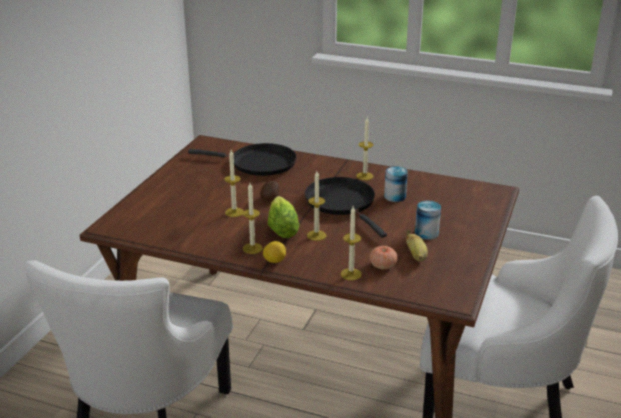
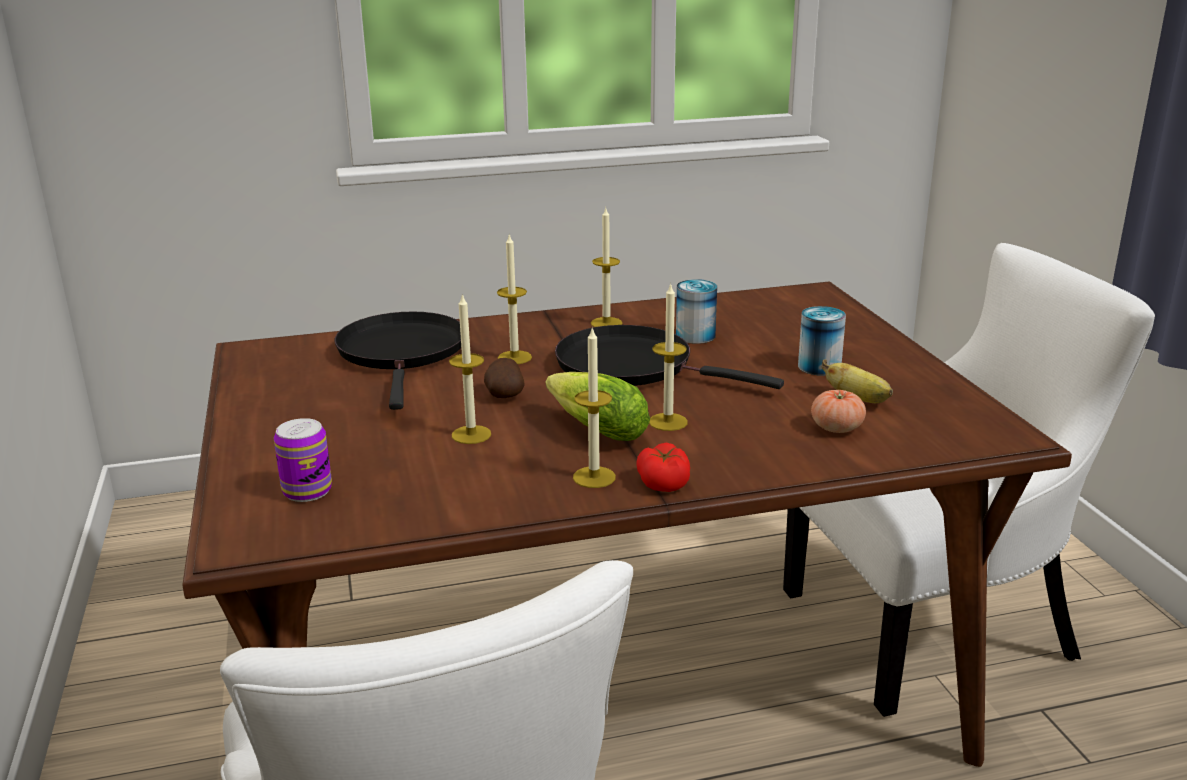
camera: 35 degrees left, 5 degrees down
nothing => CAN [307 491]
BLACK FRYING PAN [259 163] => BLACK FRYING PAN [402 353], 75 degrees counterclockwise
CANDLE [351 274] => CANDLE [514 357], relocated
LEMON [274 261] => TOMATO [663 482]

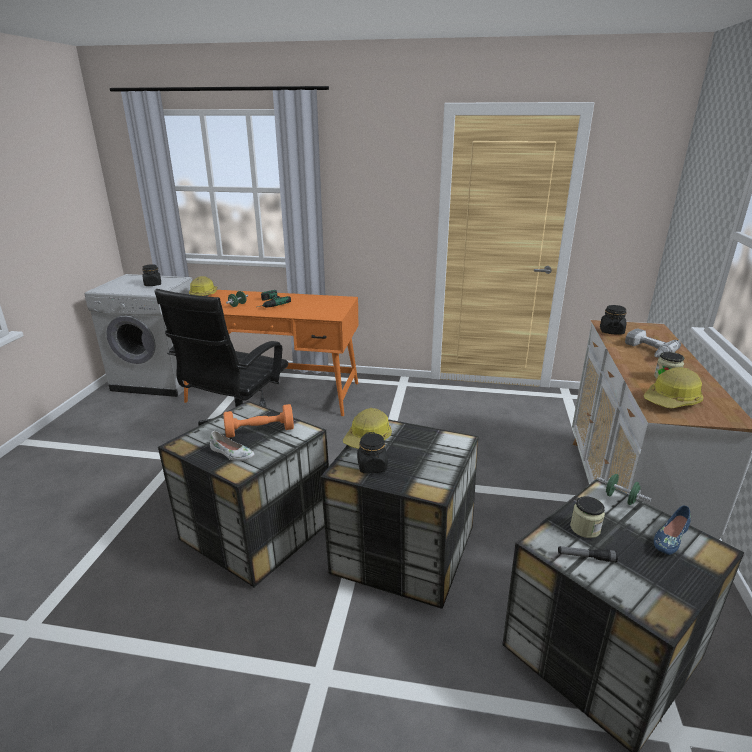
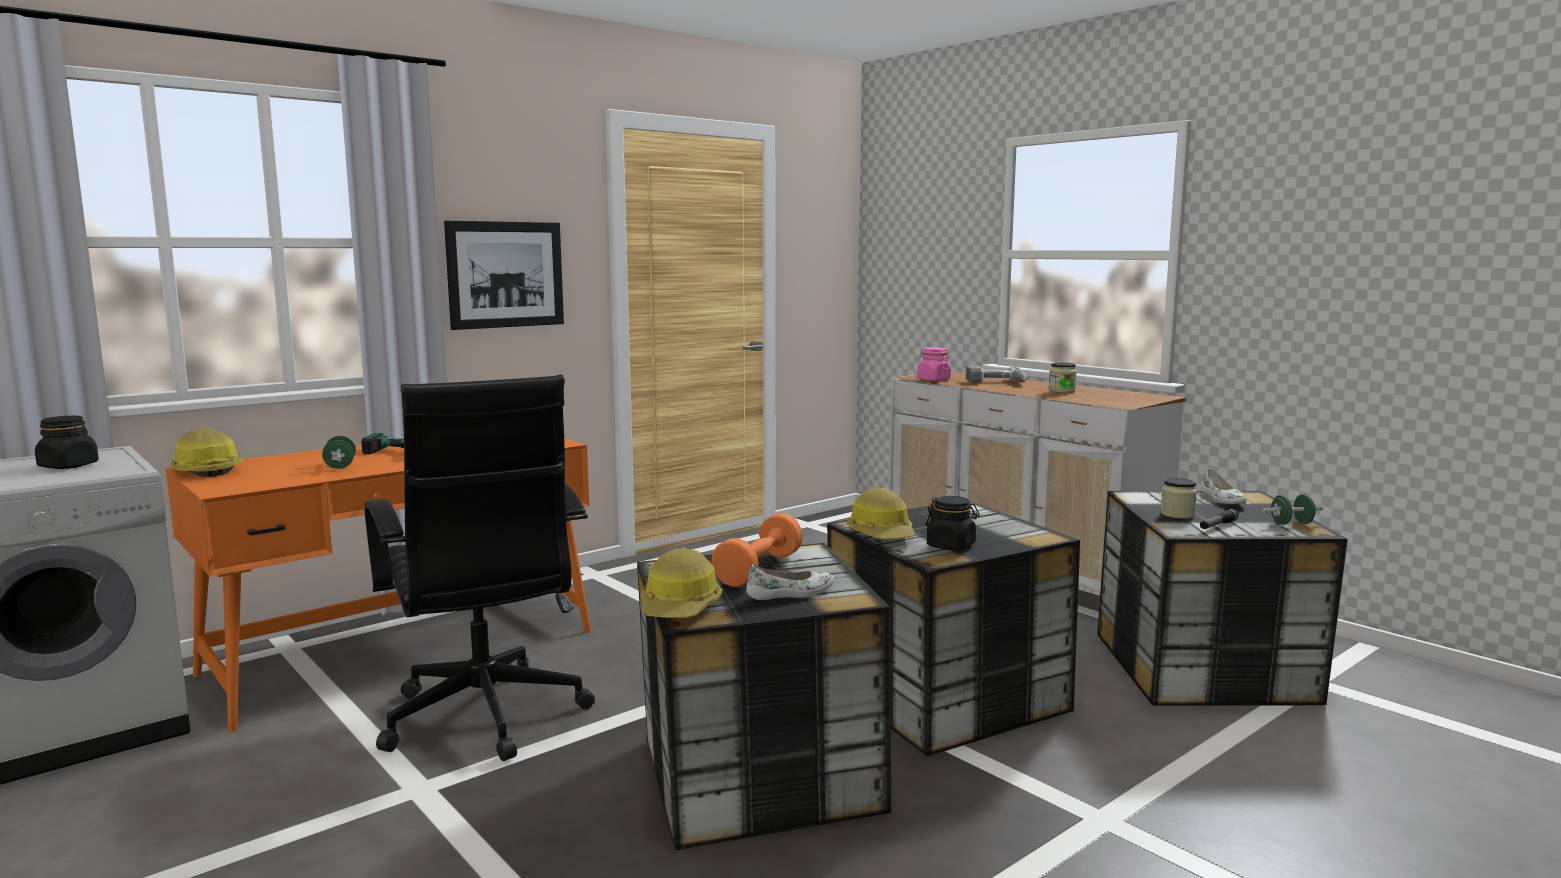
camera: 50 degrees left, 15 degrees down
nothing => PICTURE [505 274]
HARD HAT [671 401] => HARD HAT [680 608], relocated
BLACK JAR [611 331] => PINK JAR [933 380]
BLUE SHOE [670 537] => WHITE SHOE [1221 499]
GREEN DUMBBELL [620 498] => GREEN DUMBBELL [1291 523], relocated

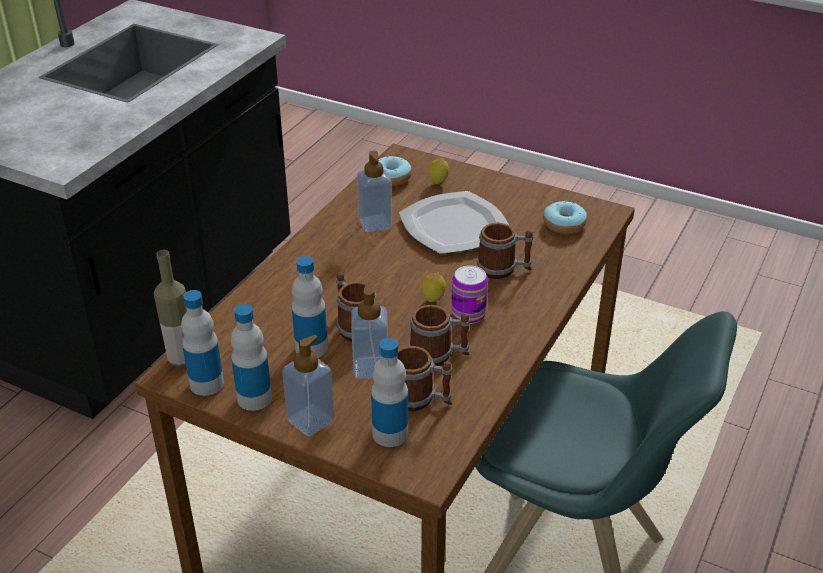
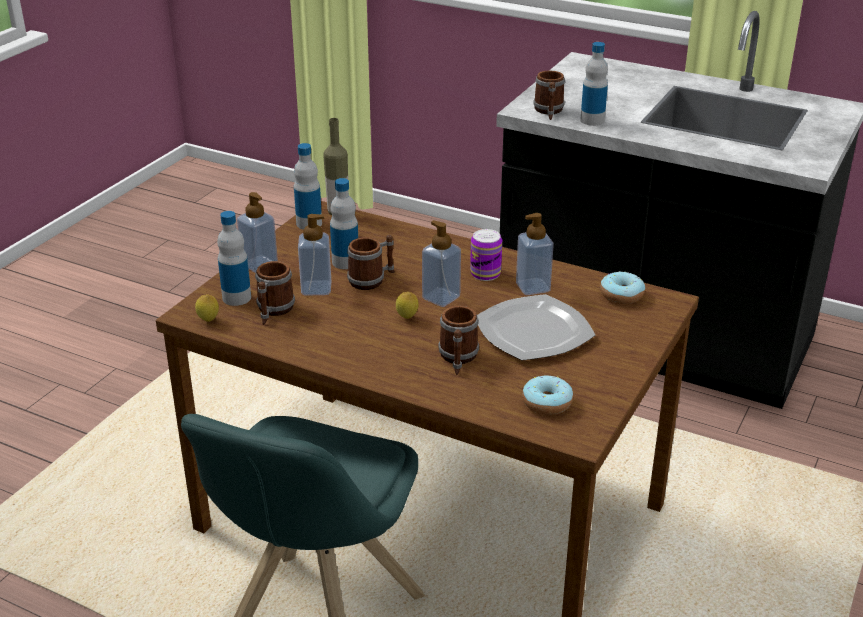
camera: 90 degrees right, 5 degrees down
LEMON [438 183] => LEMON [208 321], relocated
nothing => SOAP DISPENSER [441 298]
CAN [468 314] => CAN [485 274], relocated
MUG [439 355] => MUG [549 111], relocated
BOTTLE [254 398] => BOTTLE [592 120], relocated

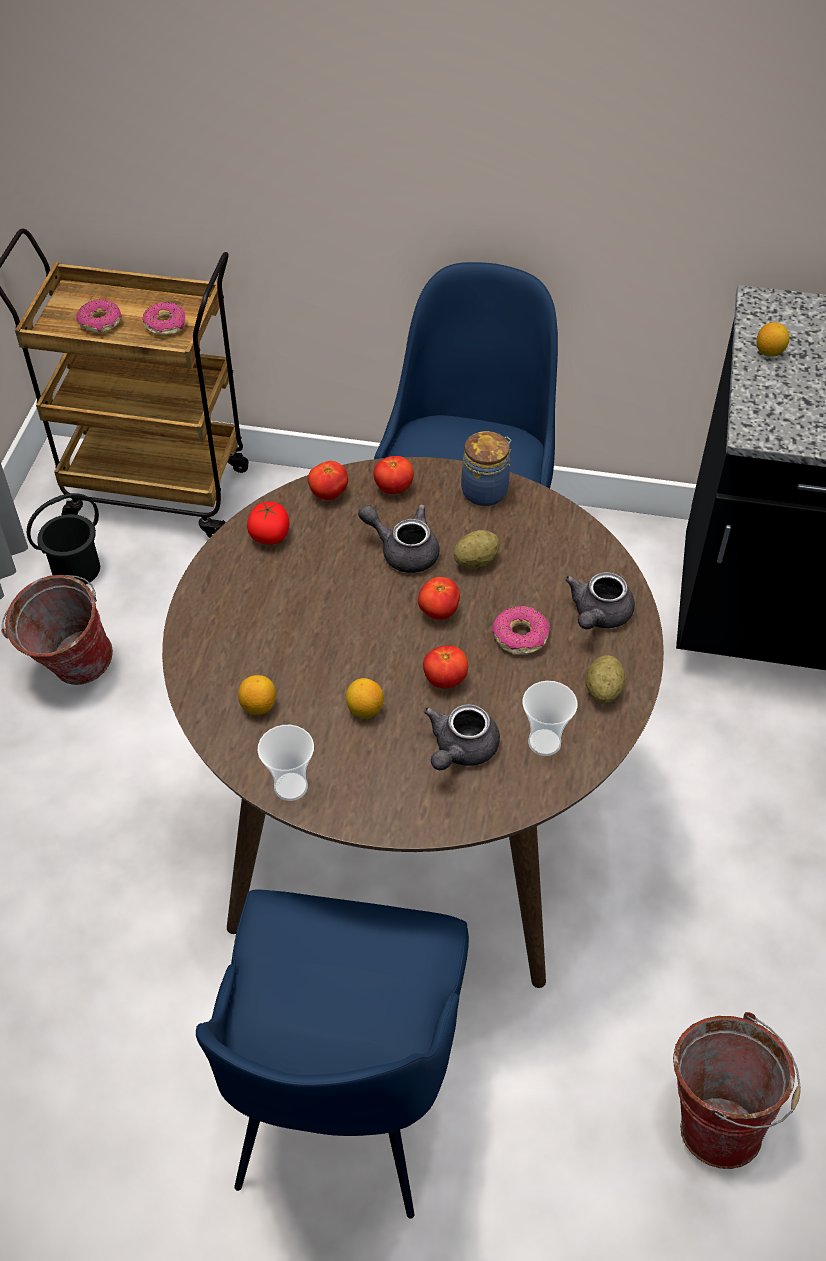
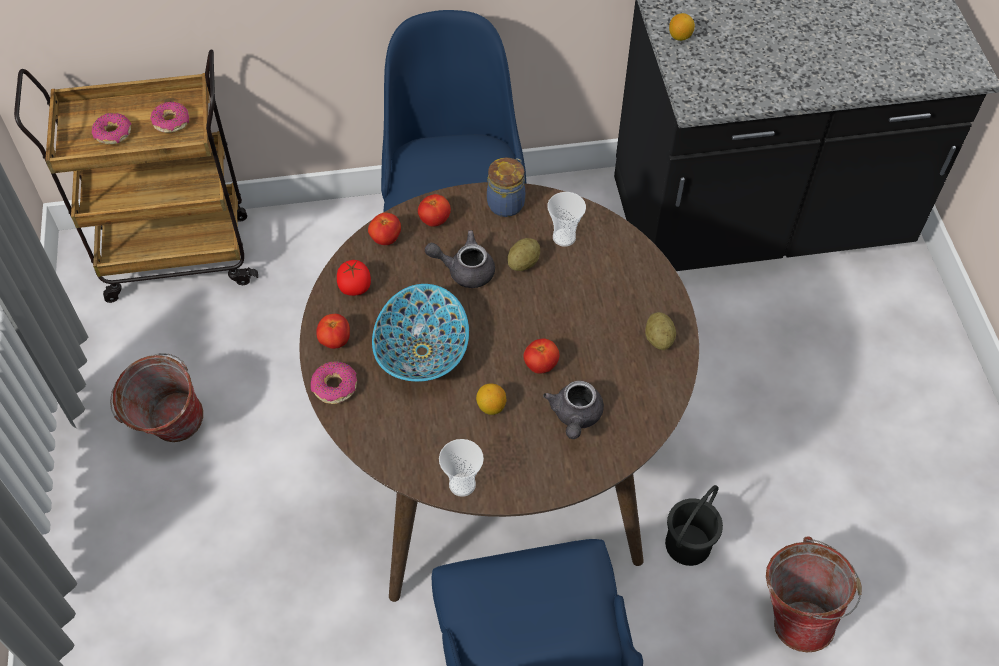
camera: 20 degrees left, 5 degrees up
DONUT [520 636] => DONUT [334 386], relocated
TOMATO [438 611] => TOMATO [335 340], relocated
nothing => BOWL [421 352]
CUP [544 742] => CUP [564 237], relocated
BLACK BUCKET [75 569] => BLACK BUCKET [687 544], relocated
LEMON [258 706] => nothing
GREY TEAPOT [598 615] => nothing

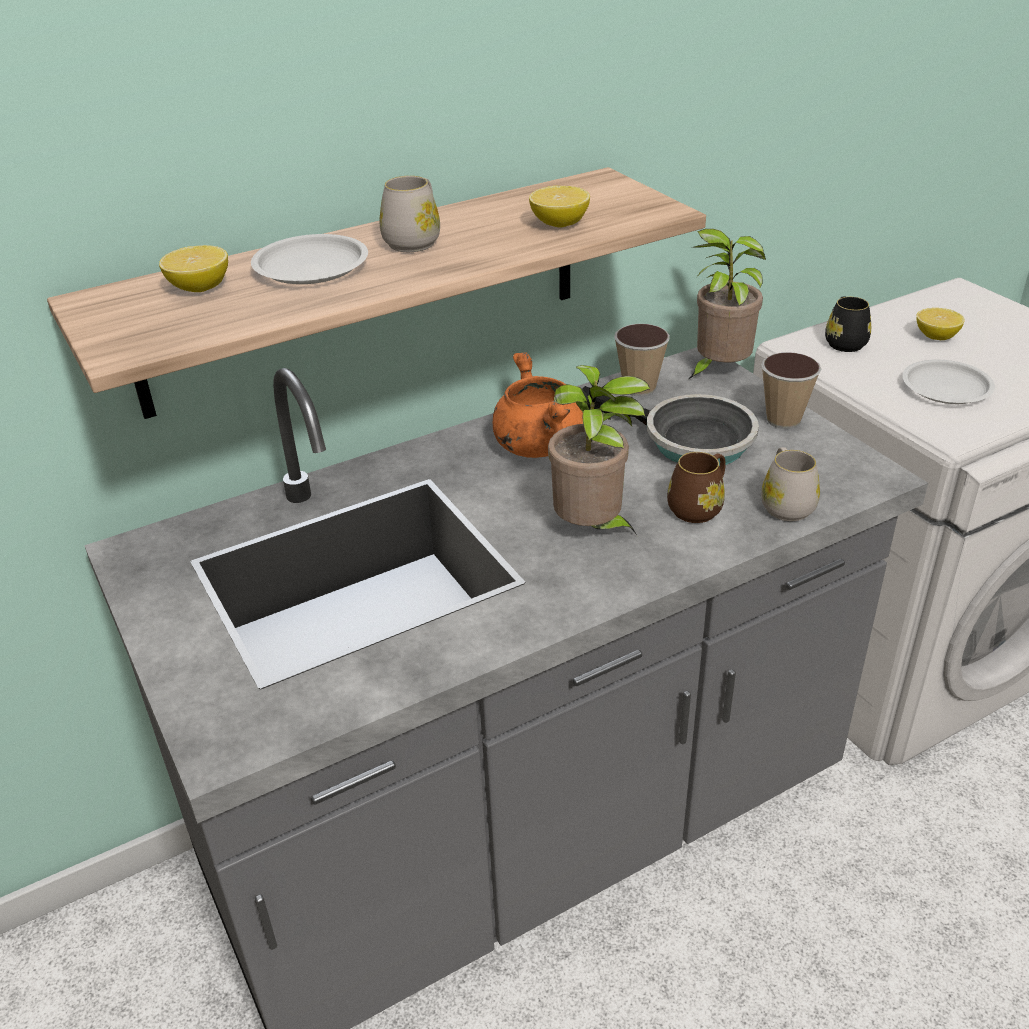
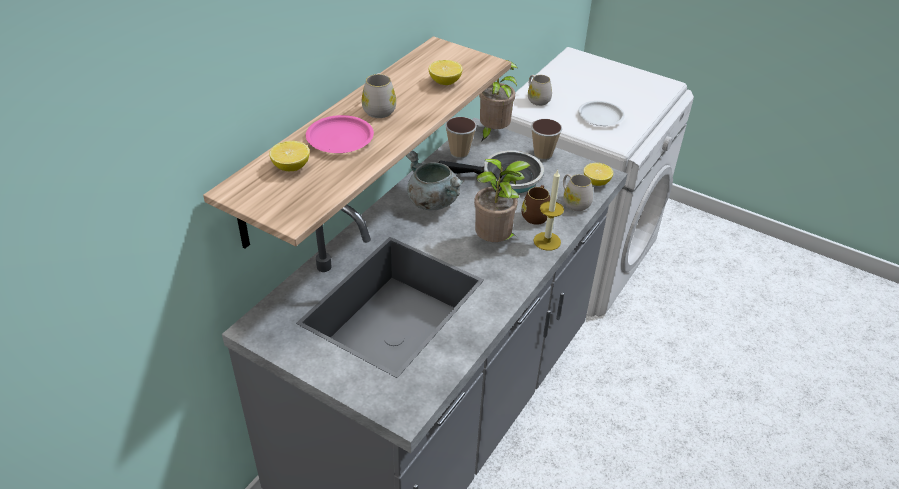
camera: 30 degrees left, 5 degrees up
WHITE PLATE [310 267] => PINK PLATE [339 139]
ORANGE COOKING POT [537 445] => GREY COOKING POT [431 201]
BLACK MUG [844 341] => WHITE MUG [537 99]
nothing => CANDLE [547 241]
LEMON [936 337] => LEMON [596 182], relocated

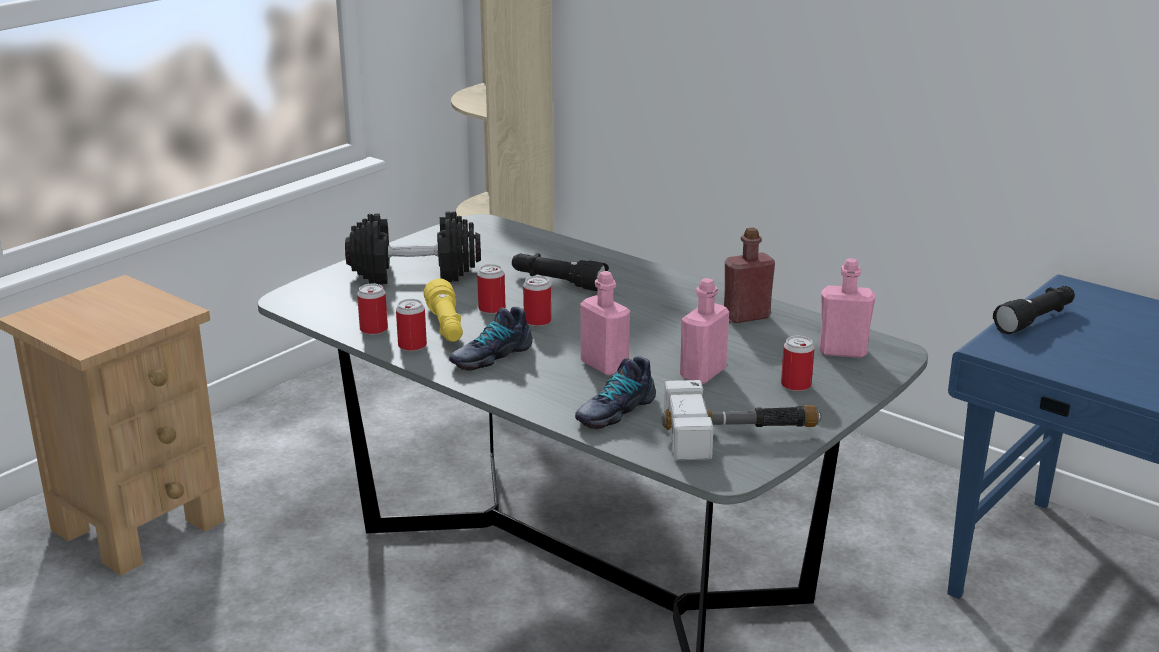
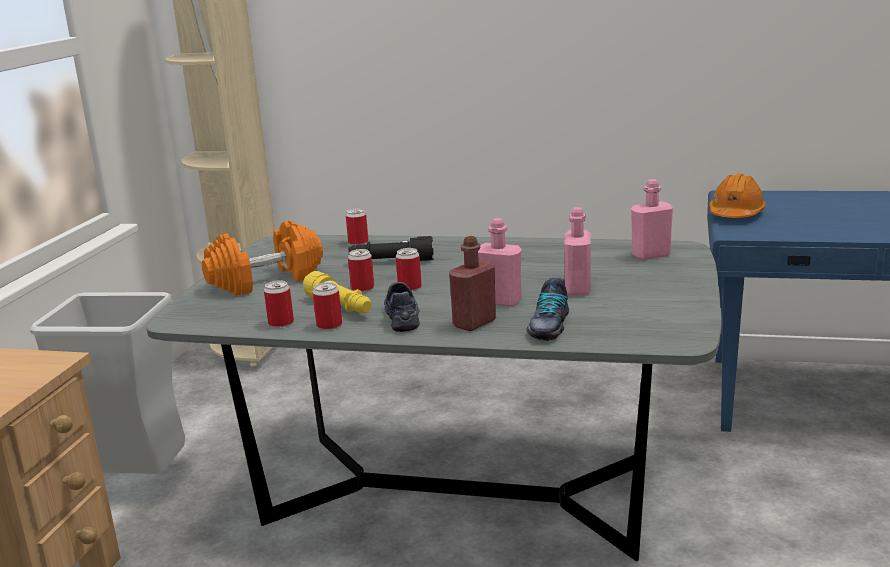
camera: 25 degrees left, 5 degrees down
nothing => GREY TRASH CAN [138 483]
BLACK DUMBBELL [415 272] => ORANGE DUMBBELL [266 280]
CAN [796 385] => CAN [358 242], relocated
SHOE [490 356] => SHOE [403 316], 150 degrees clockwise
RED BOTTLE [746 316] => RED BOTTLE [474 323], relocated
BLACK FLASHLIGHT [1035 320] => ORANGE HARD HAT [736 214]
HAMMER [740 434] => nothing

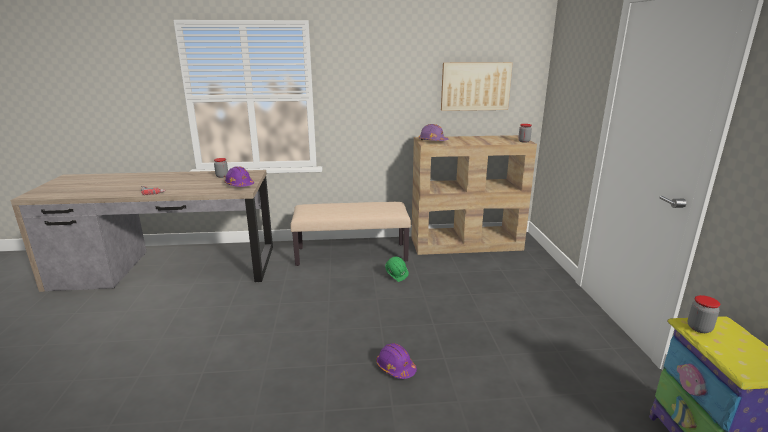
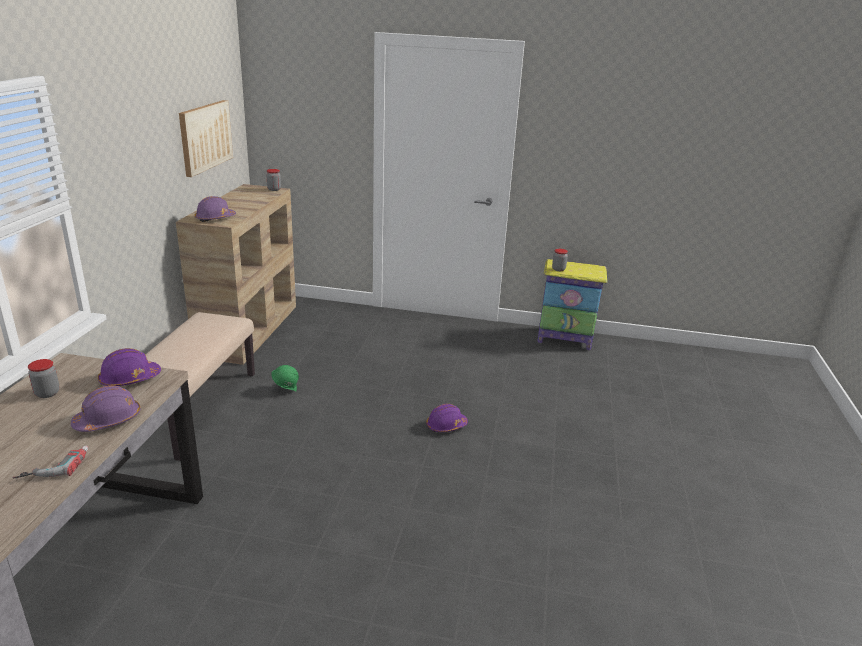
camera: 75 degrees left, 5 degrees up
nothing => PURPLE HARD HAT [108 420]

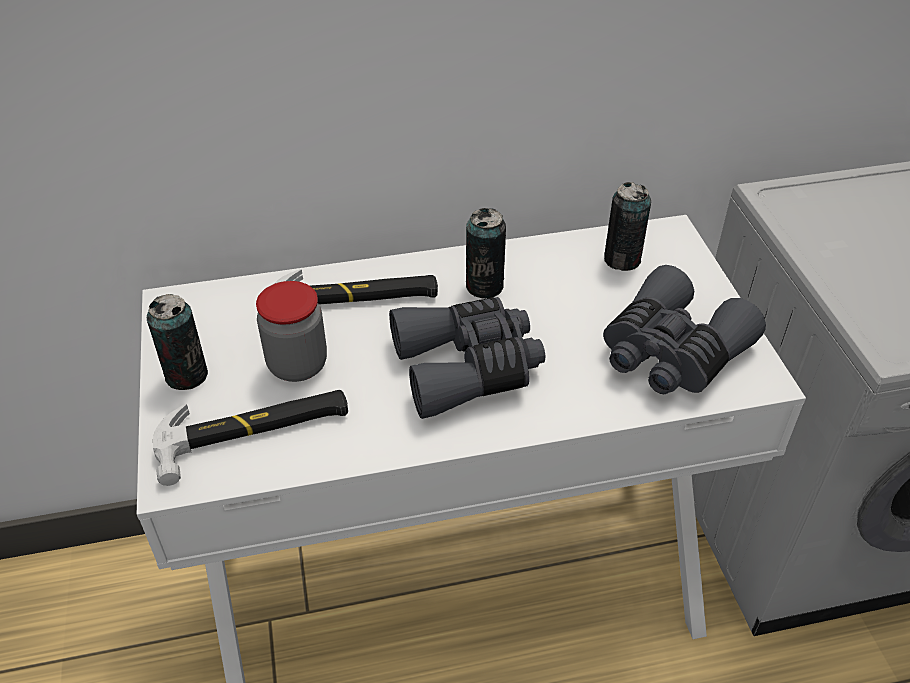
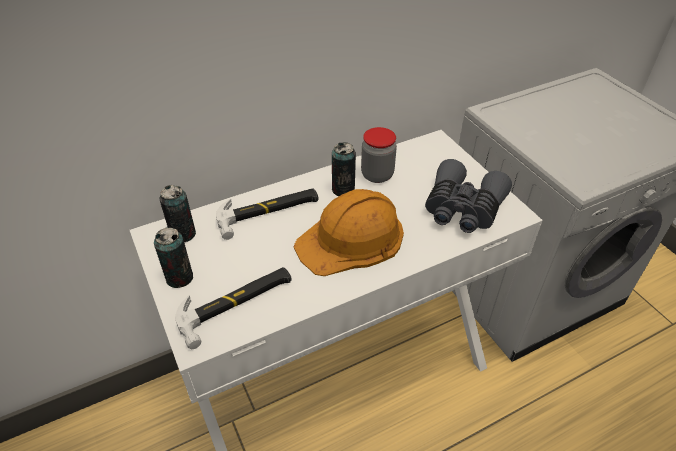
camera: 15 degrees left, 0 degrees up
CAN [622 260] => CAN [183 234], relocated
GREY BINOCULARS [467 367] => ORANGE HARD HAT [351 239]
JAR [297 365] => JAR [377 175], relocated

